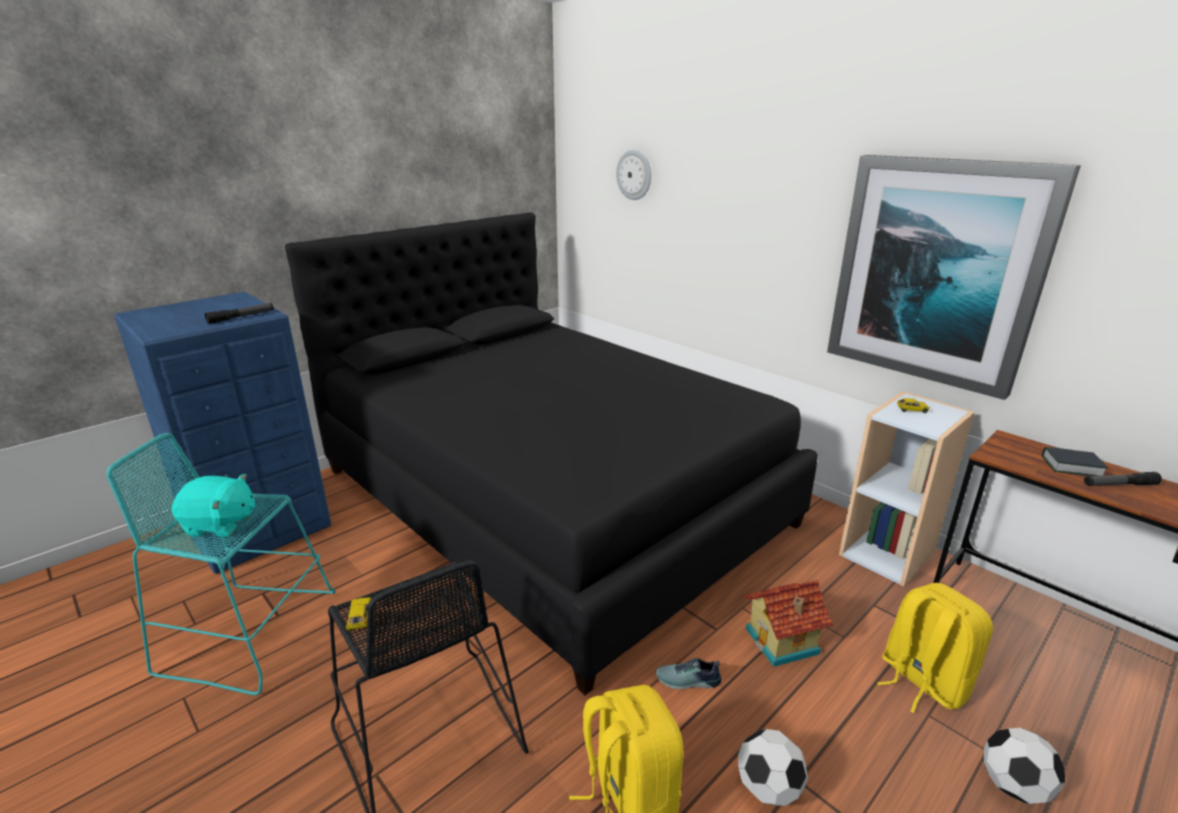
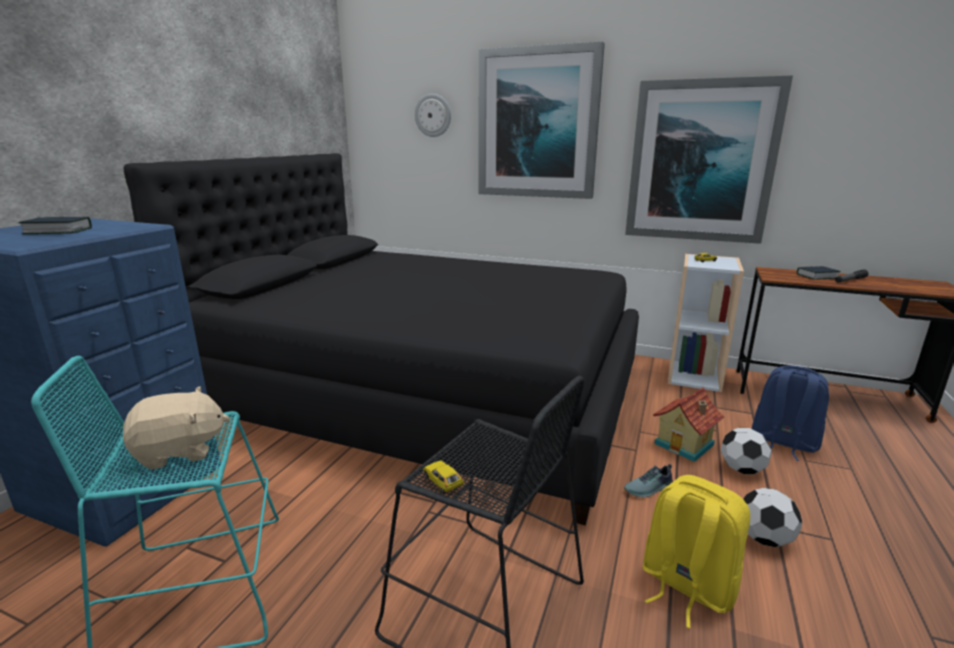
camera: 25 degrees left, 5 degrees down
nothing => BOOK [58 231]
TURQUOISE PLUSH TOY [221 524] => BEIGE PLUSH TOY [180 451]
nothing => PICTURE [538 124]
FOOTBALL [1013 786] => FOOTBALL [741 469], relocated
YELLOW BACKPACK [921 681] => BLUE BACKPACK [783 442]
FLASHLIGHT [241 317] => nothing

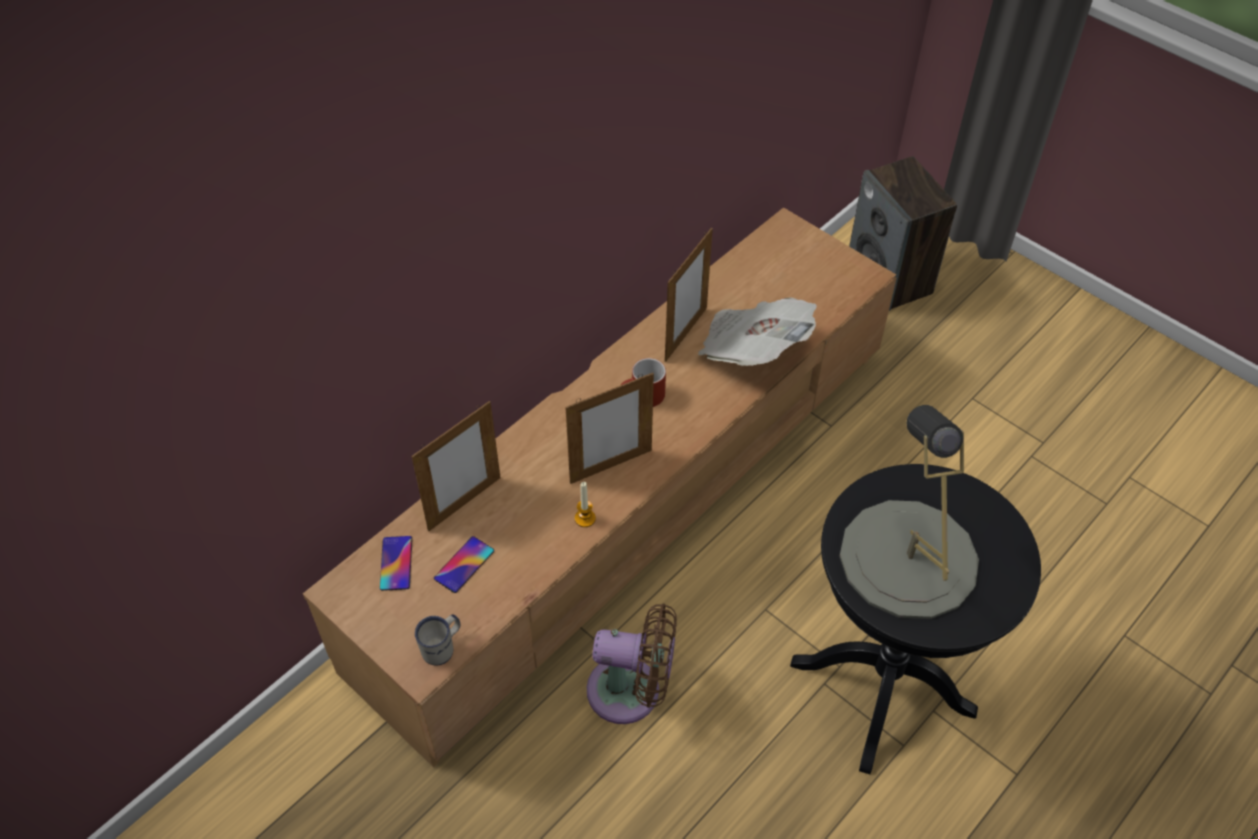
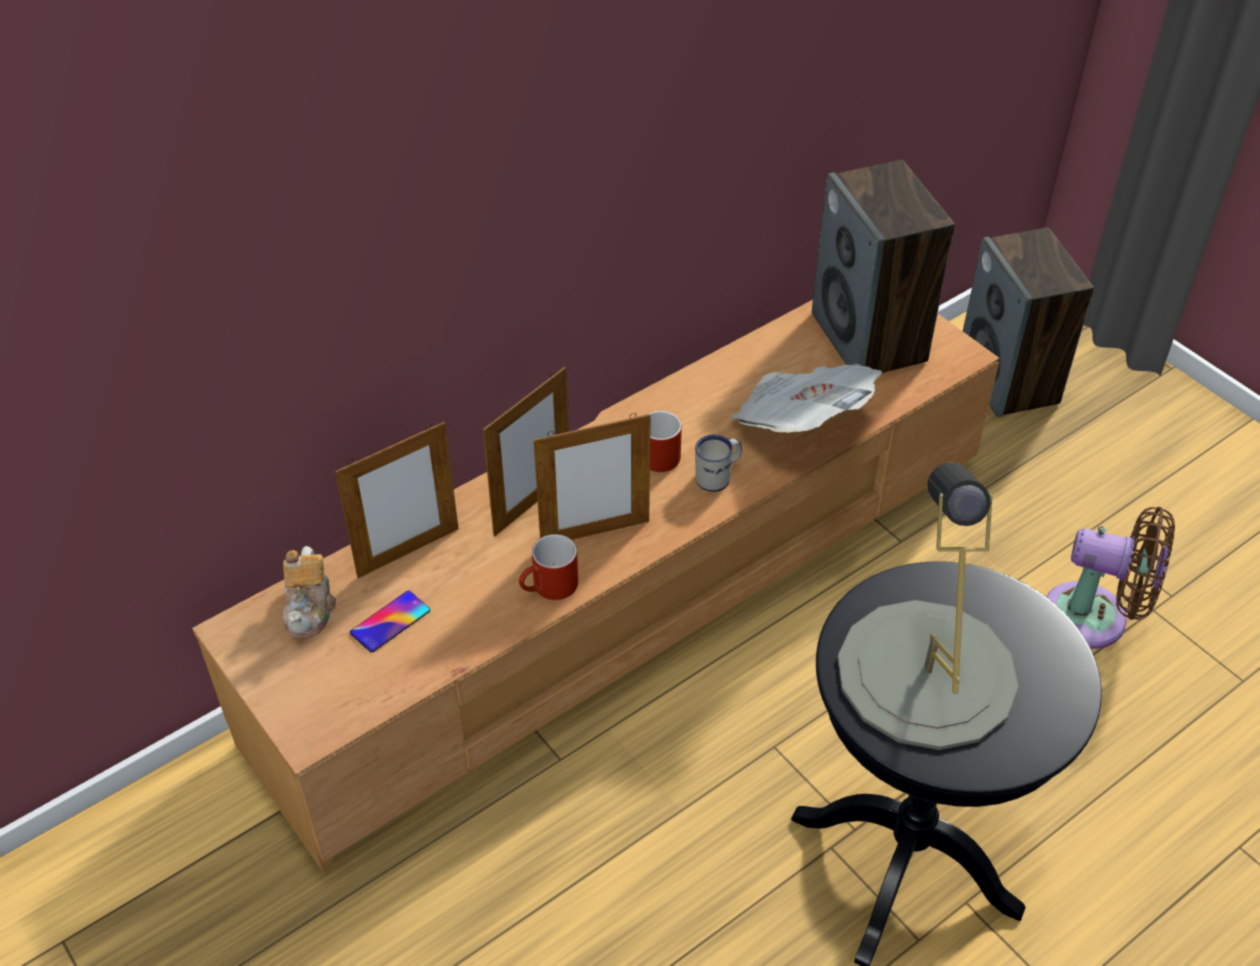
camera: 10 degrees right, 5 degrees down
PHONE [396 563] => TEAPOT [310 609]
PICTURE FRAME [685 334] => PICTURE FRAME [532 504], relocated
CANDLE [585 518] => RED MUG [549 588]
WHITE MUG [443 647] => WHITE MUG [718 477], relocated
nothing => SPEAKER [870 338]
BROWN FAN [631 692] => BROWN FAN [1094 619], relocated

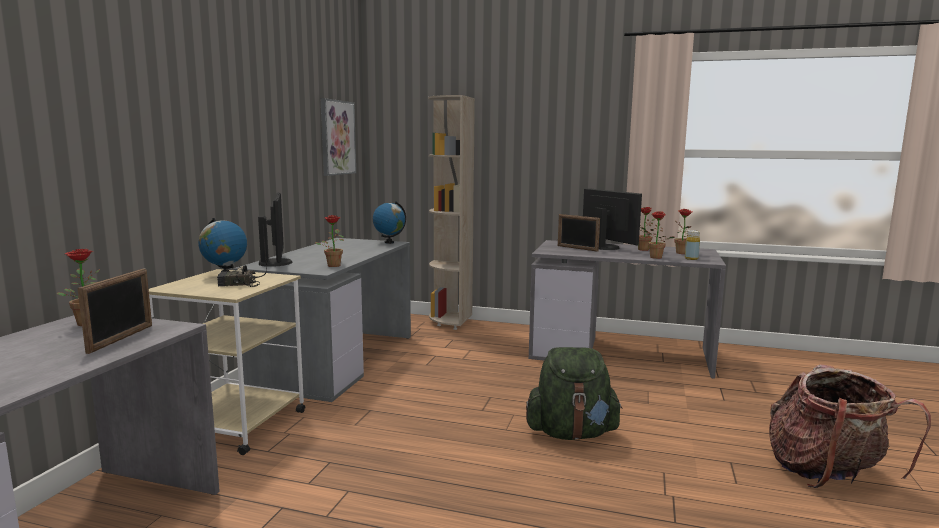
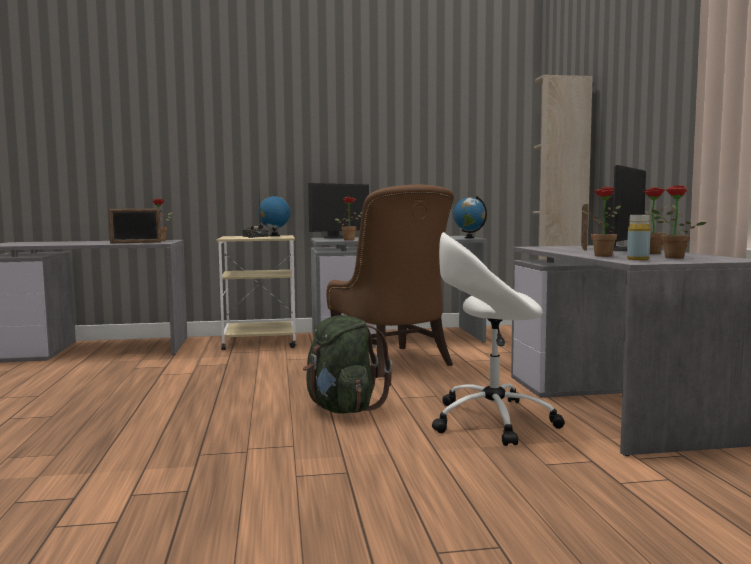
camera: 65 degrees right, 5 degrees down
nothing => BROWN CHAIR [392 362]
nothing => WHITE OFFICE CHAIR [489 420]
PICTURE [337 137] => nothing
BACKPACK [827 474] => nothing

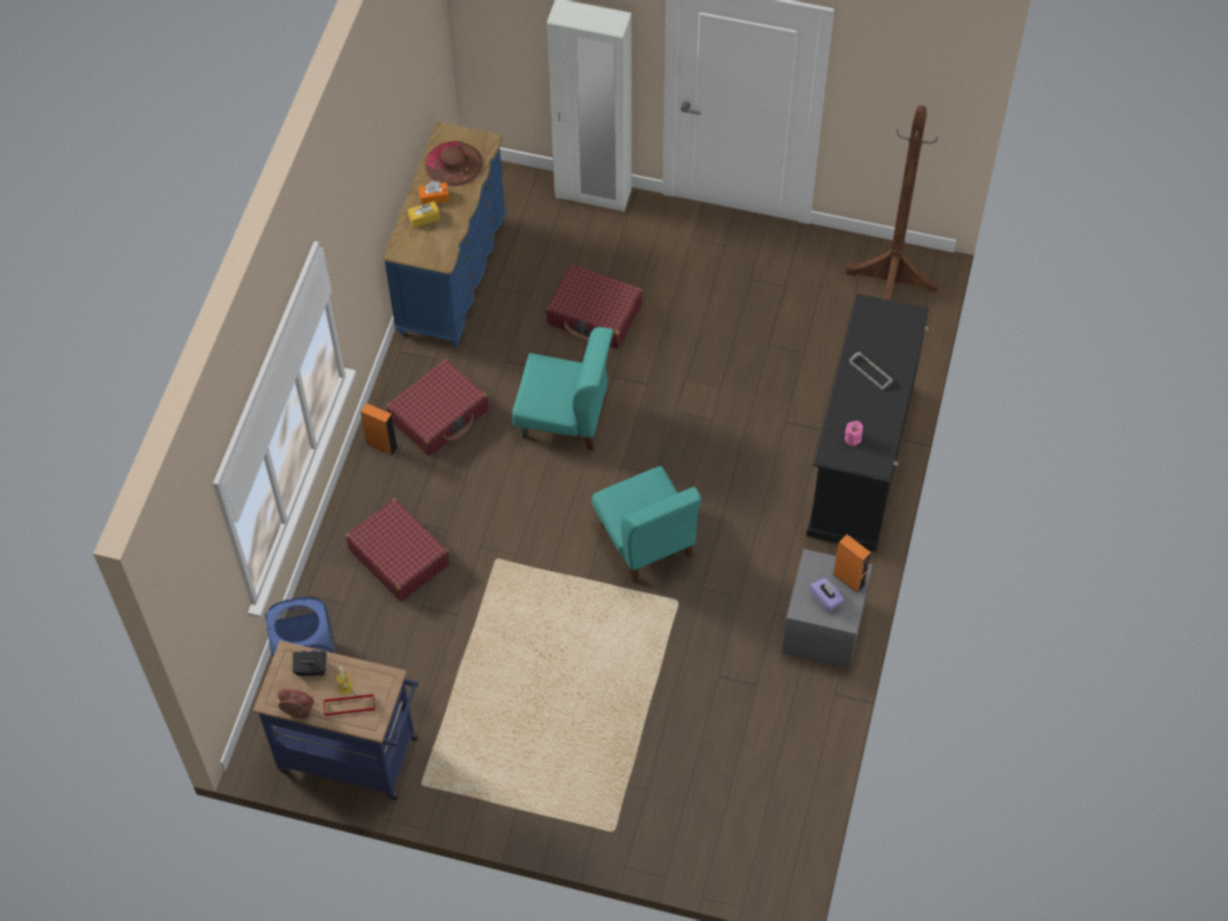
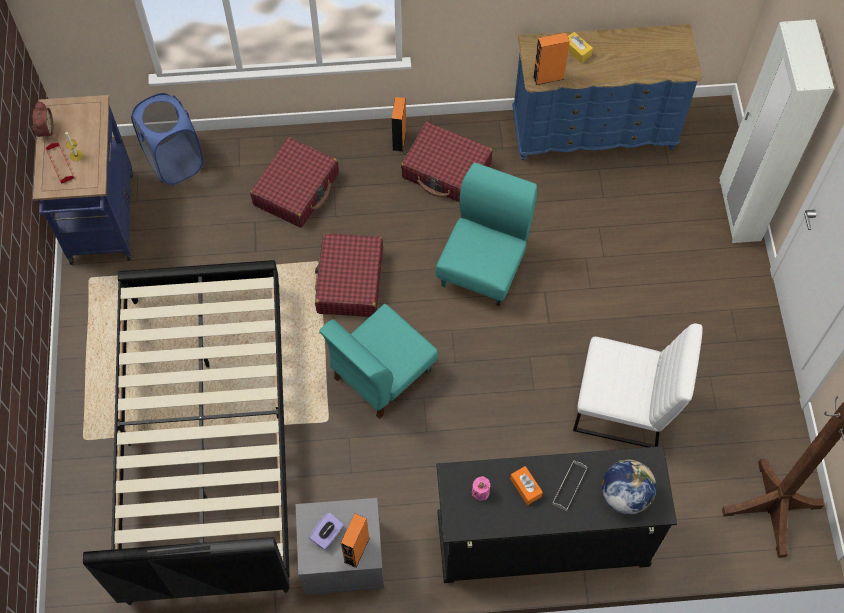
camera: 70 degrees right, 5 degrees up
nothing => BLACK BED [206 438]
RED SUITCASE [594 315] => RED SUITCASE [349 282], relocated
TURQUOISE CHAIR [564 418] => TURQUOISE CHAIR [484 267], 150 degrees counterclockwise
ORANGE TISSUE BOX [434 197] => ORANGE TISSUE BOX [525 487], relocated
nothing => ORANGE SPEAKER [548 77]
nothing => WHITE CHAIR [624 409]
nothing => GLOBE [624 495]
BLACK TISSUE BOX [311 669] => nothing
BROWN HAT [453 163] => nothing

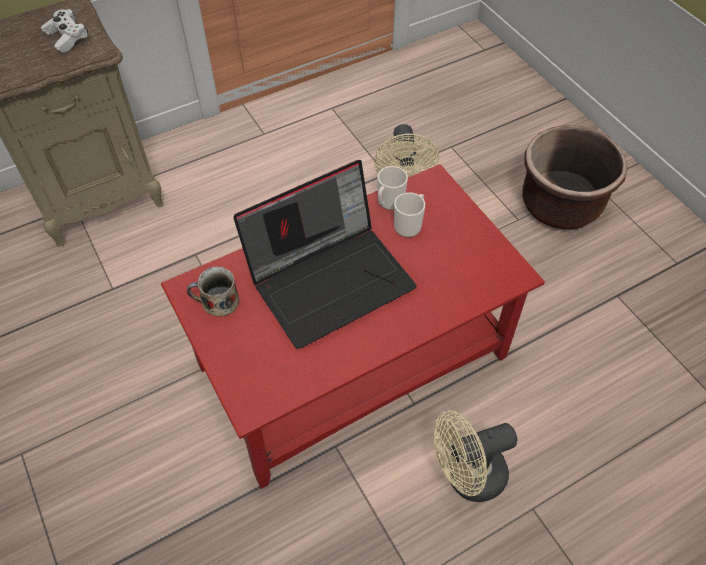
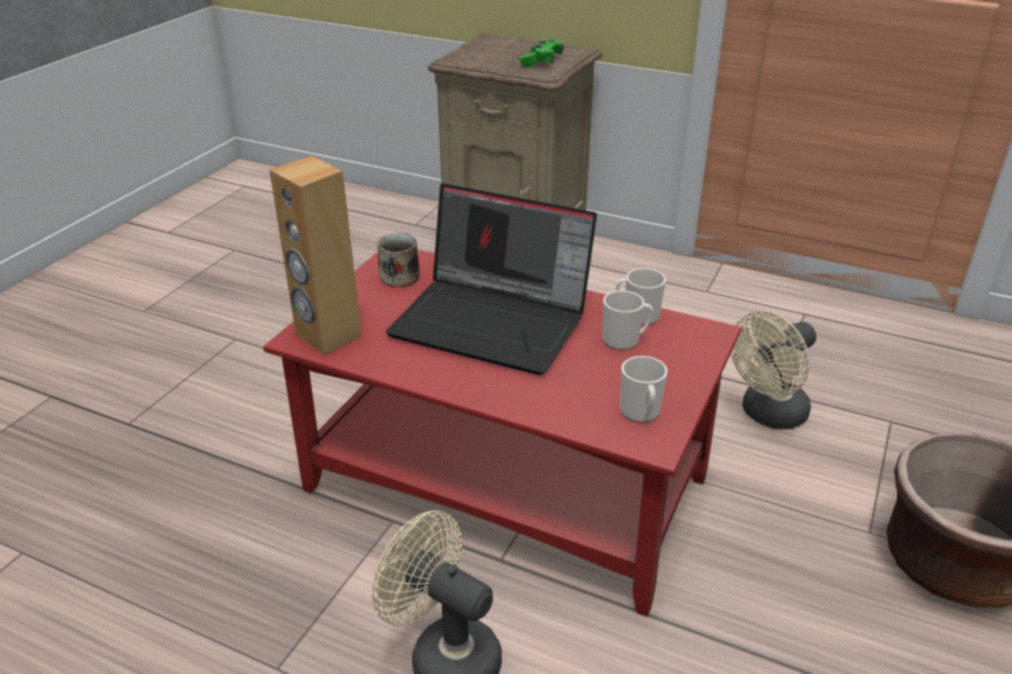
camera: 55 degrees right, 20 degrees down
nothing => BROWN SPEAKER [327 336]
WHITE GAME CONTROLLER [67 38] => GREEN GAME CONTROLLER [541 62]
nothing => MUG [641 413]

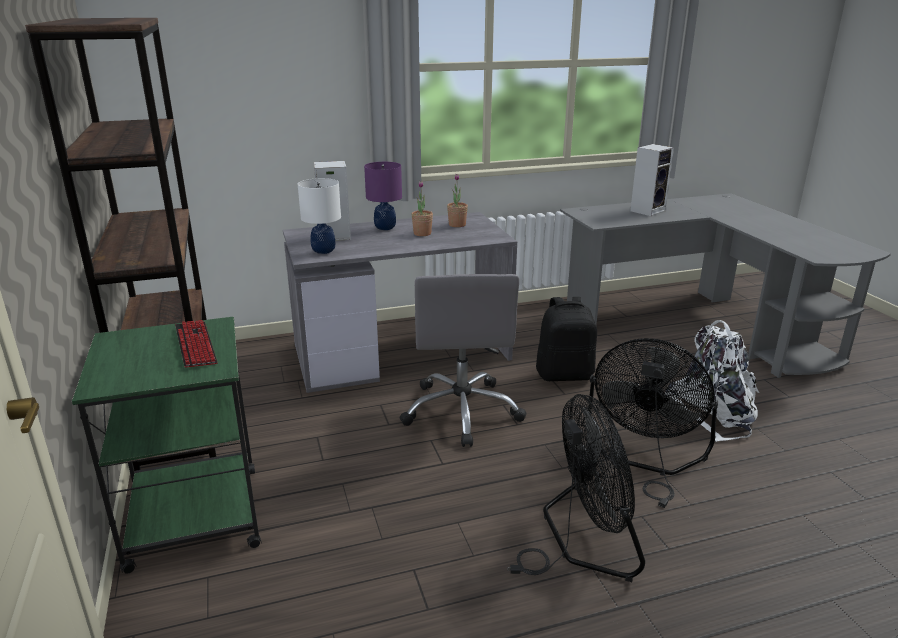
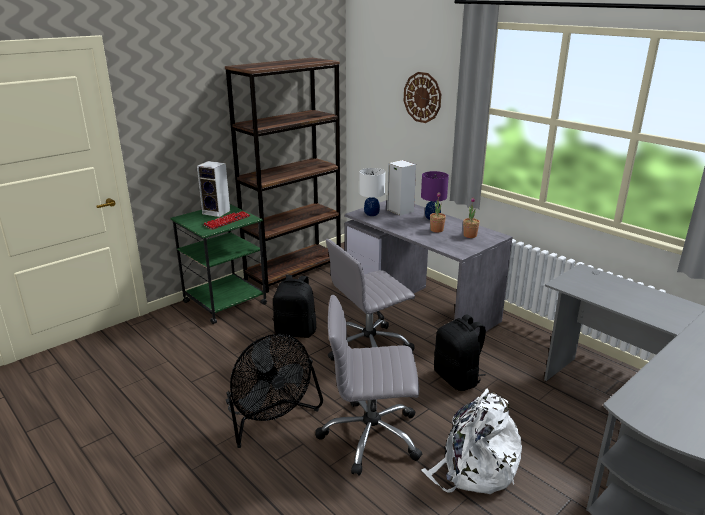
camera: 65 degrees right, 0 degrees up
SPEAKER [647 210] => SPEAKER [217 212], relocated
nothing => BLACK BACKPACK [296 331]
BLACK FAN [645 459] => GREY OFFICE CHAIR [370 436]
nothing => WALL CLOCK [422 97]

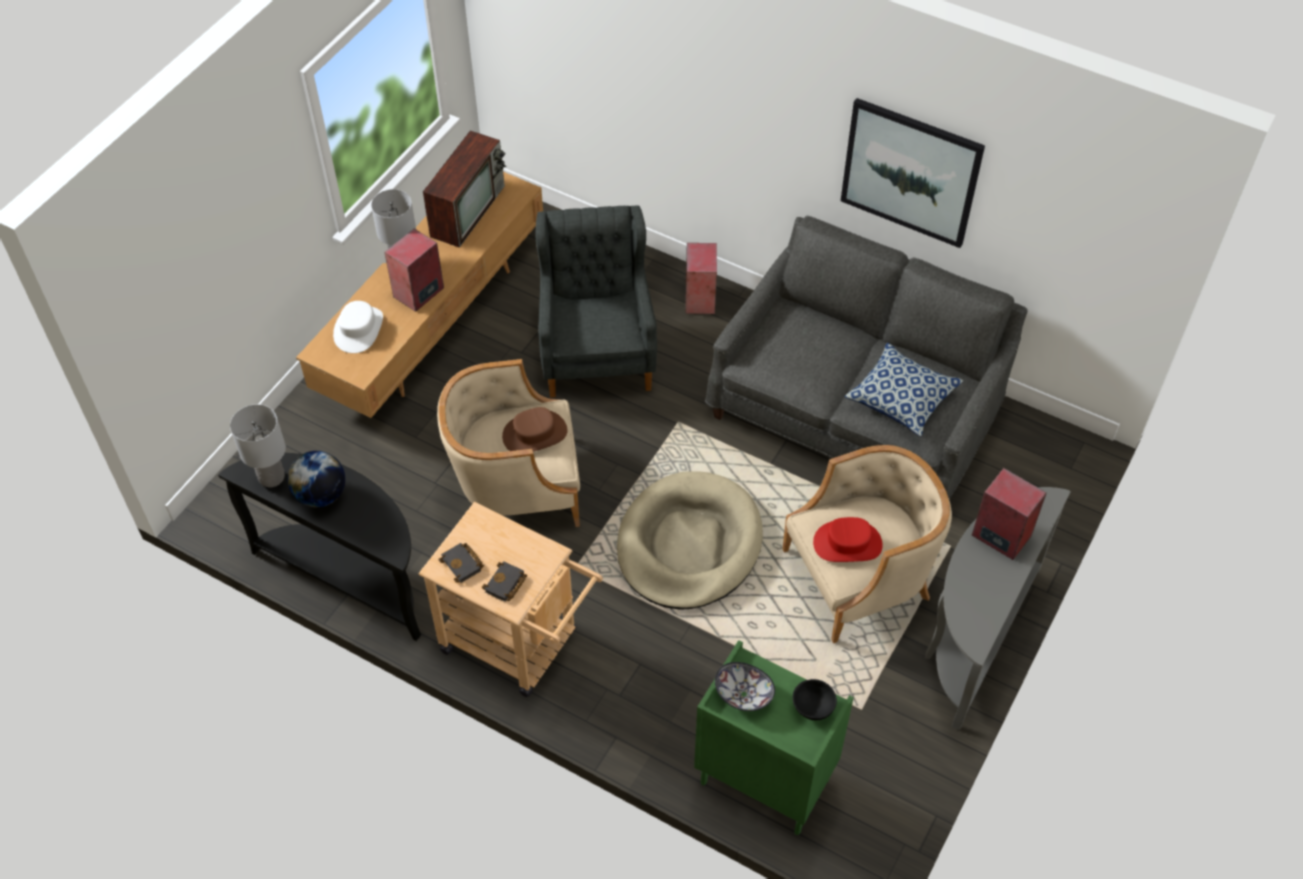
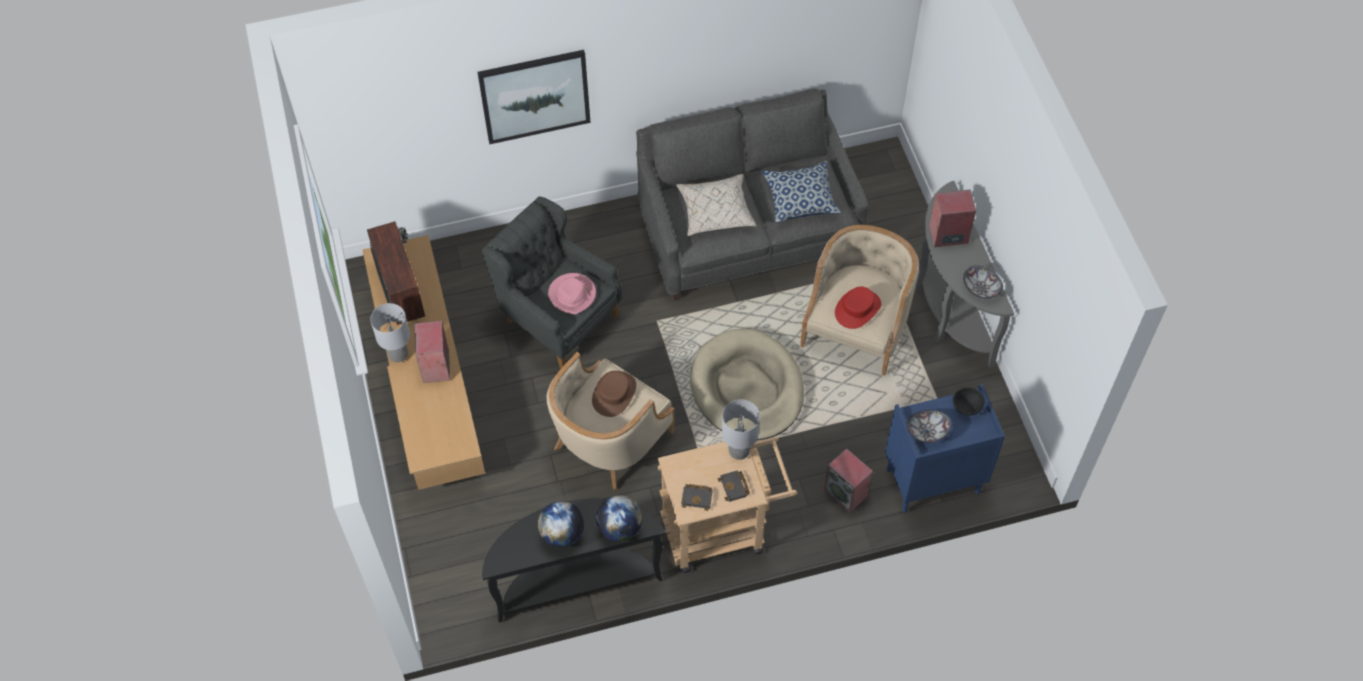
camera: 45 degrees left, 5 degrees up
PICTURE [910 172] => PICTURE [535 96], relocated
nothing => PINK HAT [573 294]
nothing => GLOBE [620 528]
nothing => BEIGE PILLOW [715 212]
GREY TABLE LAMP [272 479] => GREY TABLE LAMP [739 452], relocated
SPEAKER [700 299] => SPEAKER [846 493], relocated
GREEN CABINET [763 780] => BLUE CABINET [932 481]
nothing => BOWL [981 288]
WHITE HAT [358 329] => nothing

